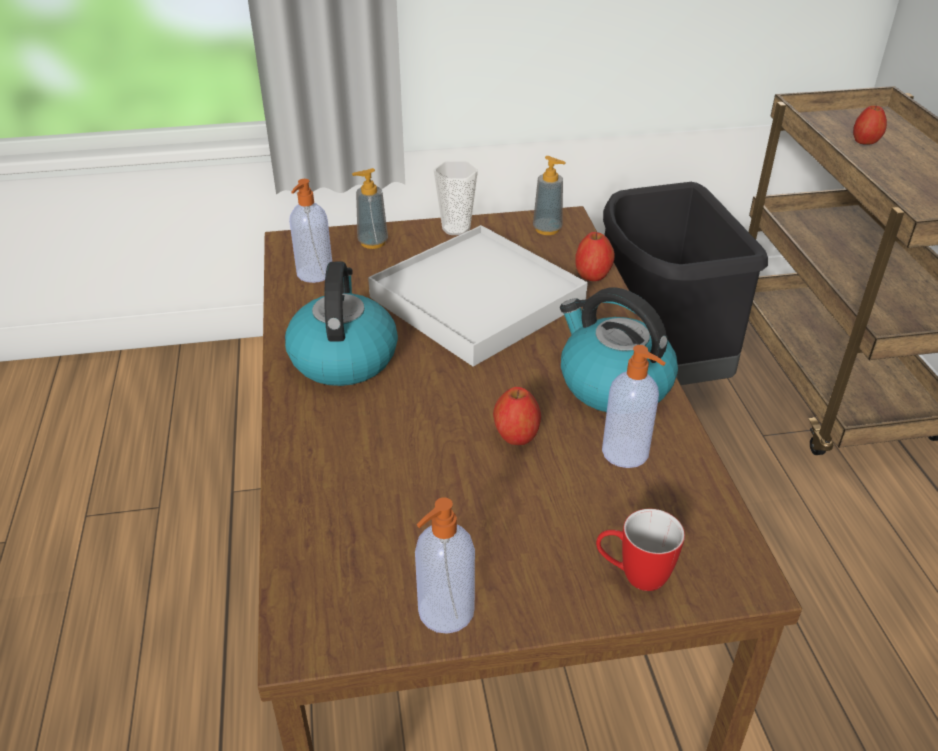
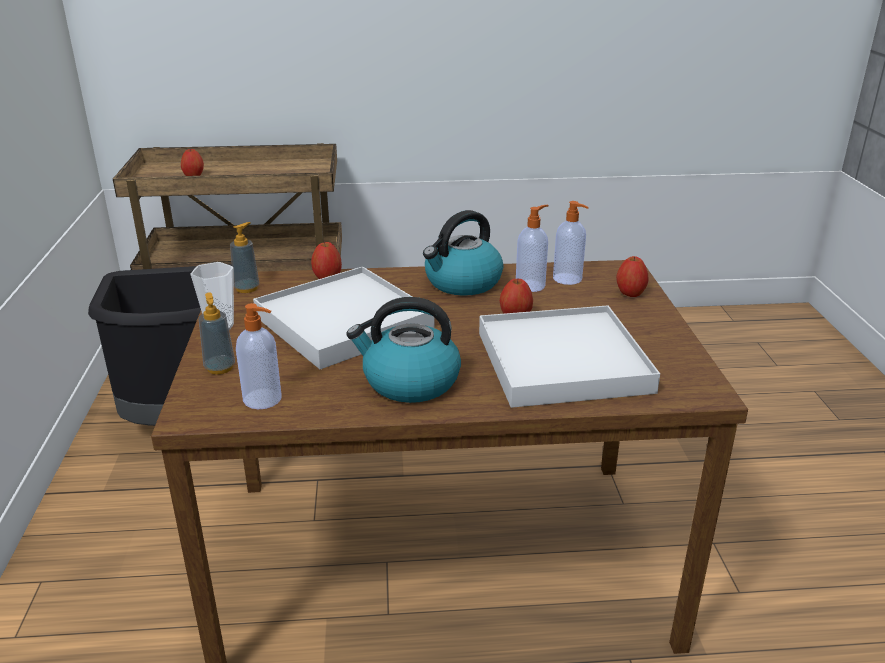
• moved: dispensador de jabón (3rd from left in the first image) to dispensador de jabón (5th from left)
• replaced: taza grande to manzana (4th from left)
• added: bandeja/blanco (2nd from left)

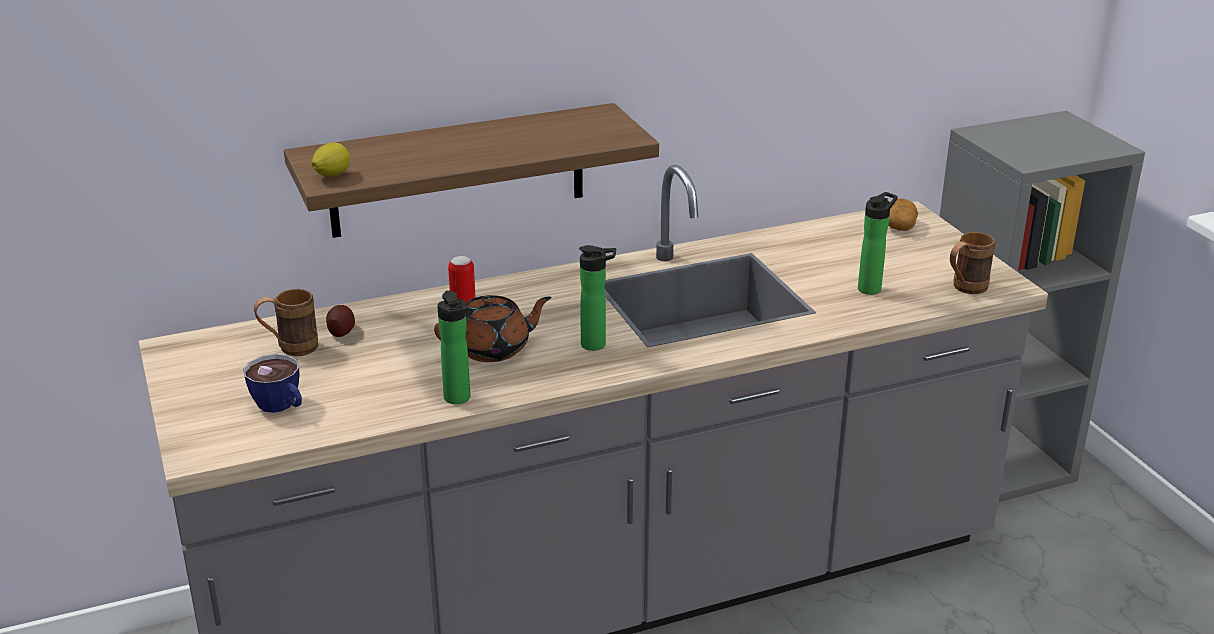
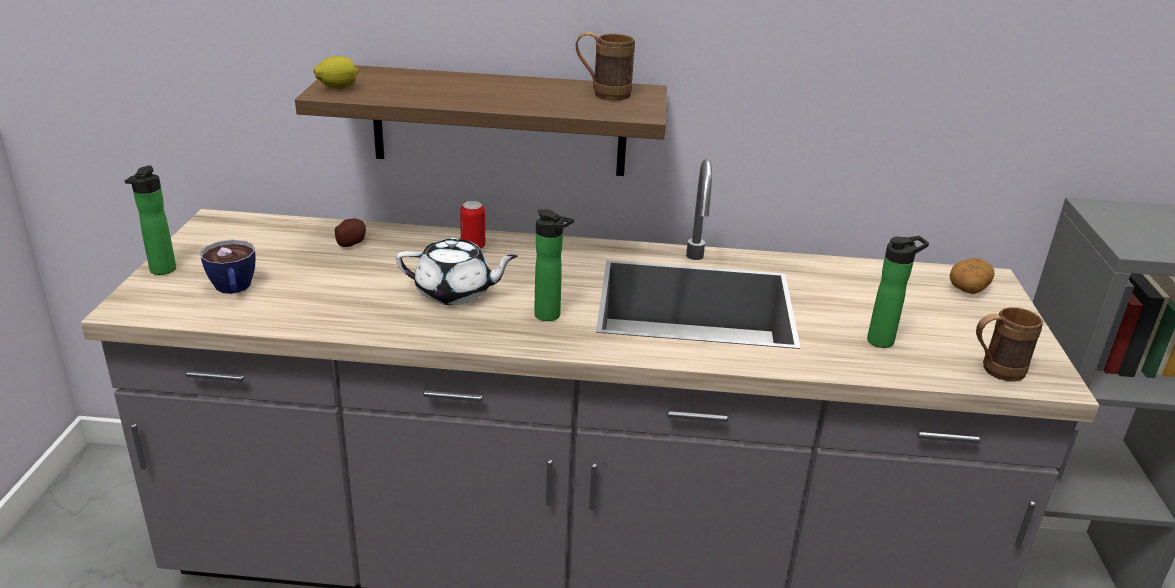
• moved: taza grande/marrón (1st from left)
• recoloured: tetera/marrón to tetera/blanco
• moved: botella (1st from left)

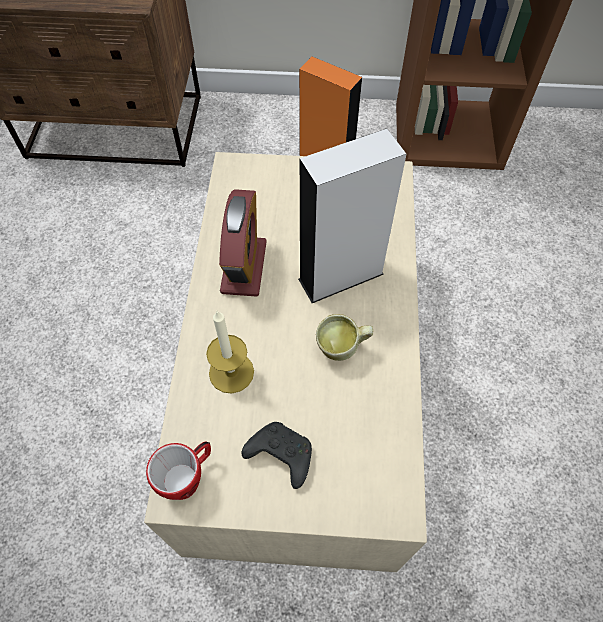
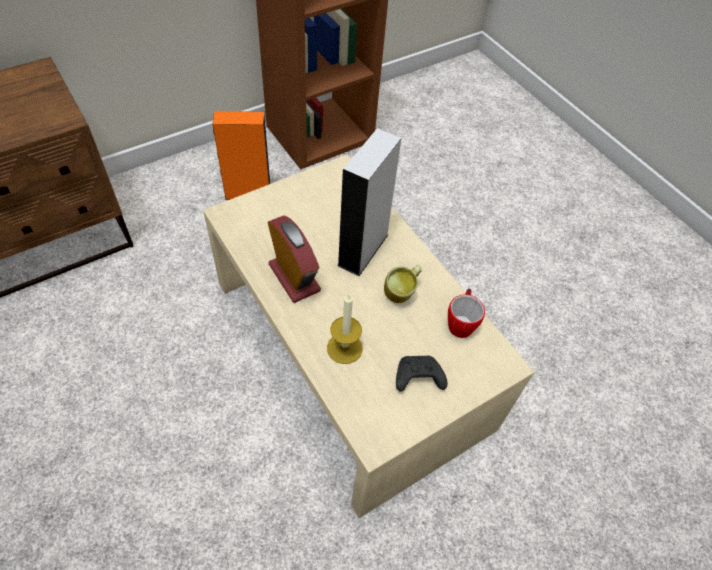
• moved: taza grande (1st from left in the first image) to taza grande (2nd from left)

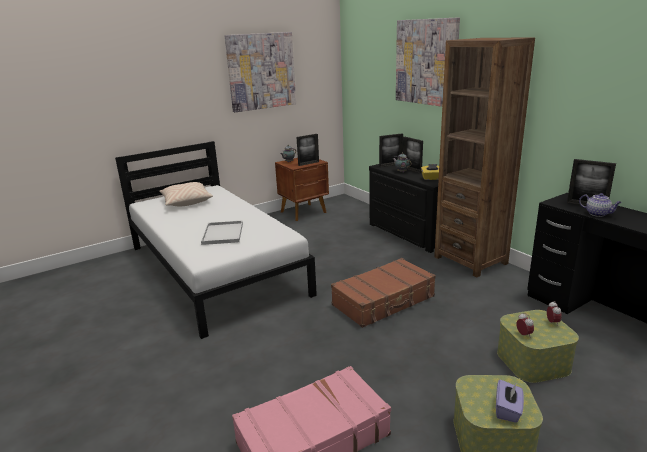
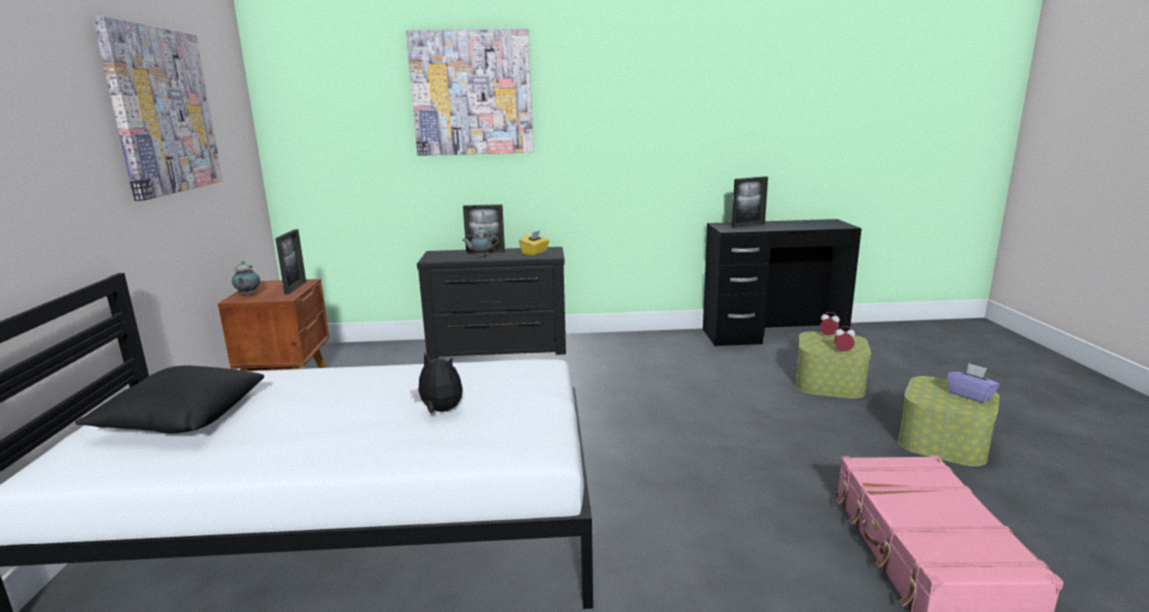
• recoloured: cojín/beis to cojín/negro
• replaced: bandeja/blanco to peluche
• removed: maleta/marrón
• removed: portarretratos (2nd from left)
• removed: estantería/marrón
• removed: tetera (3rd from left)

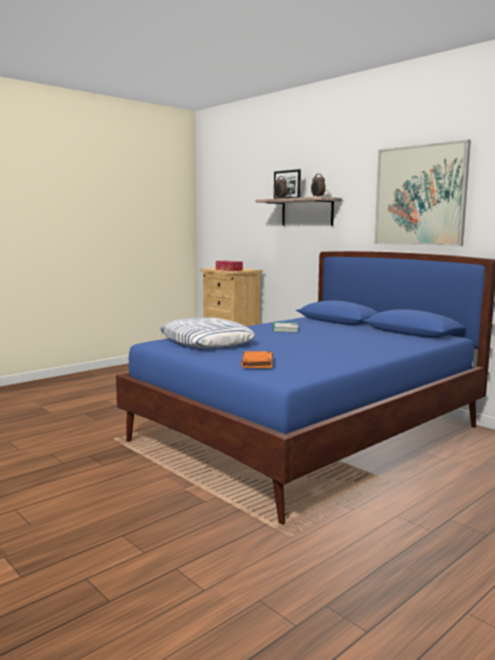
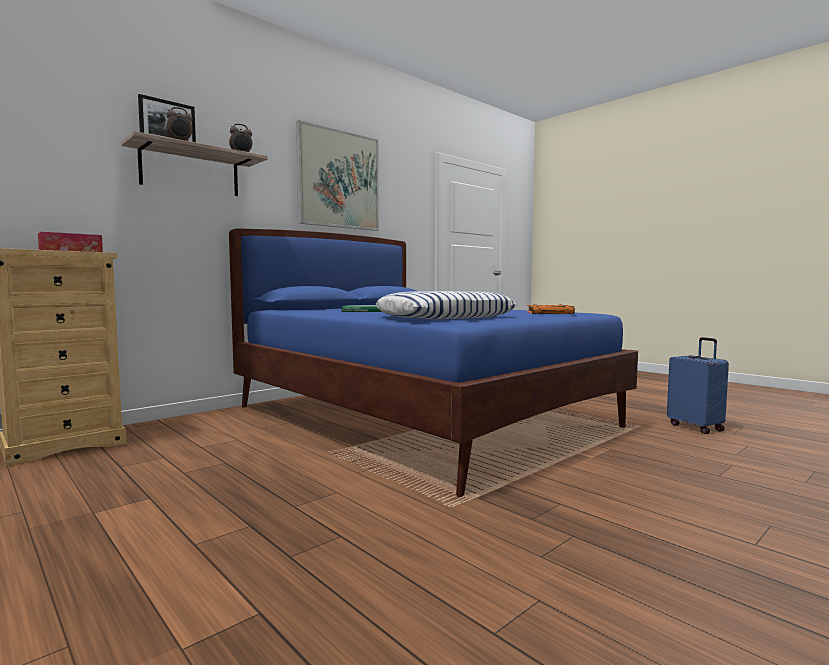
• added: maleta/azul

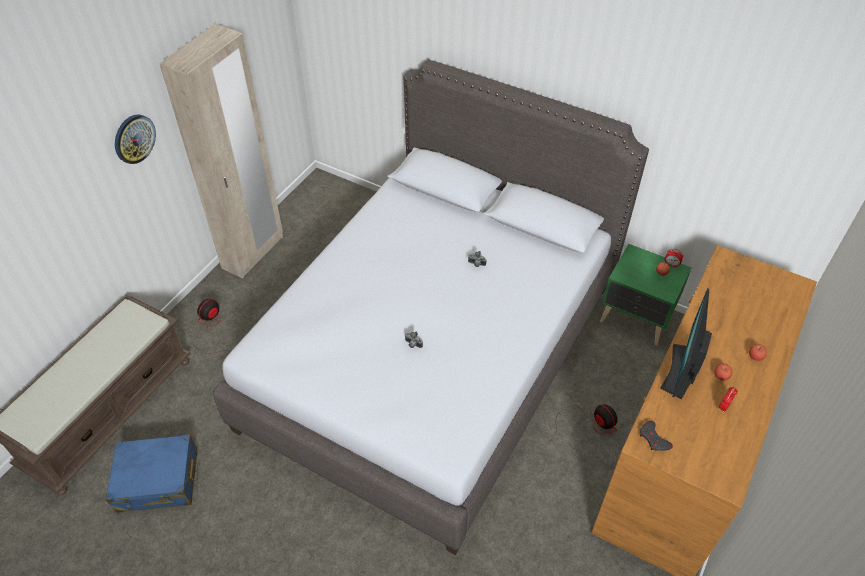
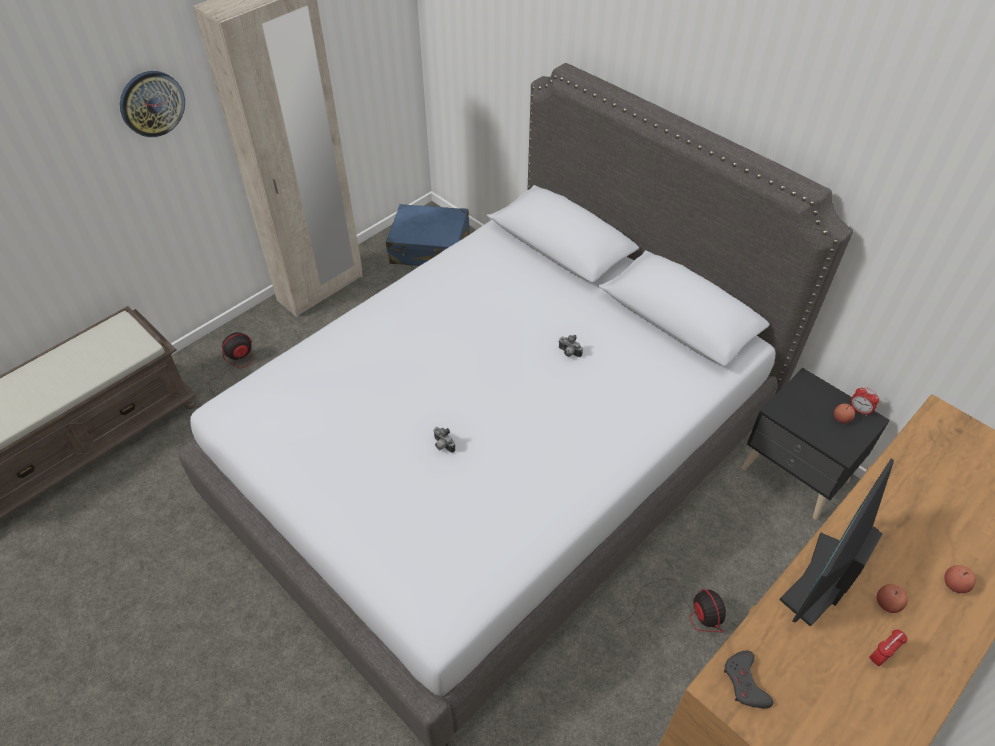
• moved: maleta/azul
• recoloured: mesita de noche/verde to mesita de noche/negro

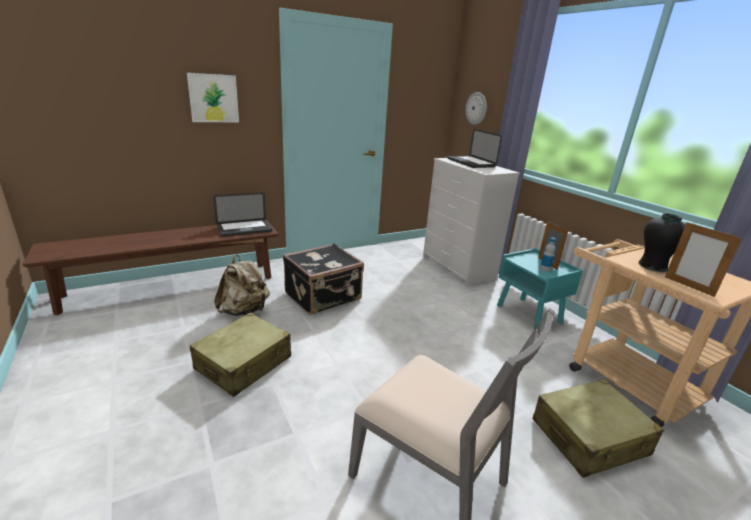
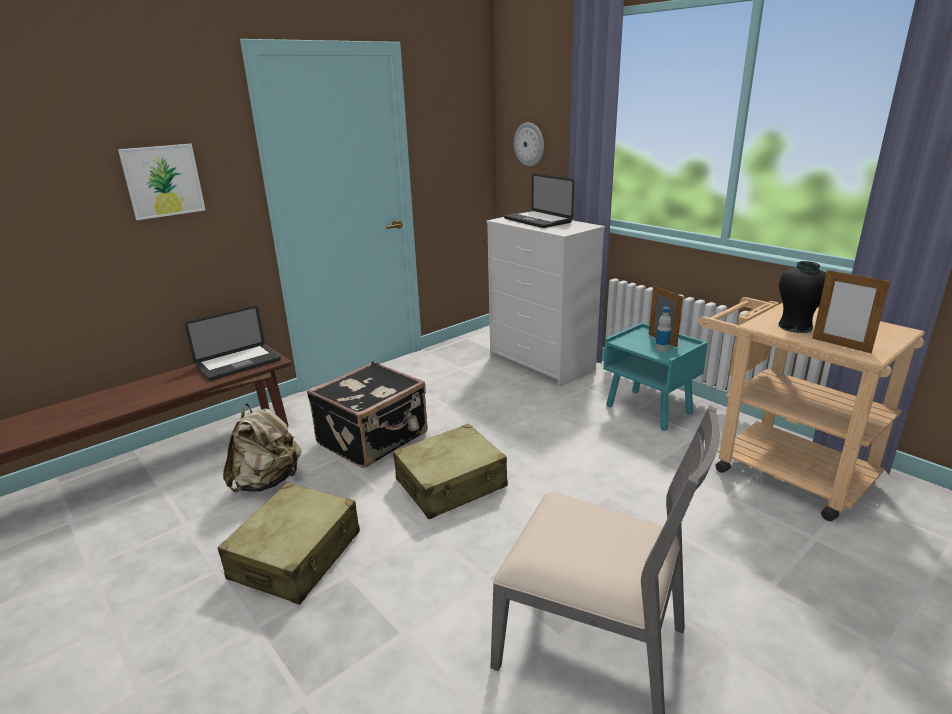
• moved: maleta/beis (2nd from left)

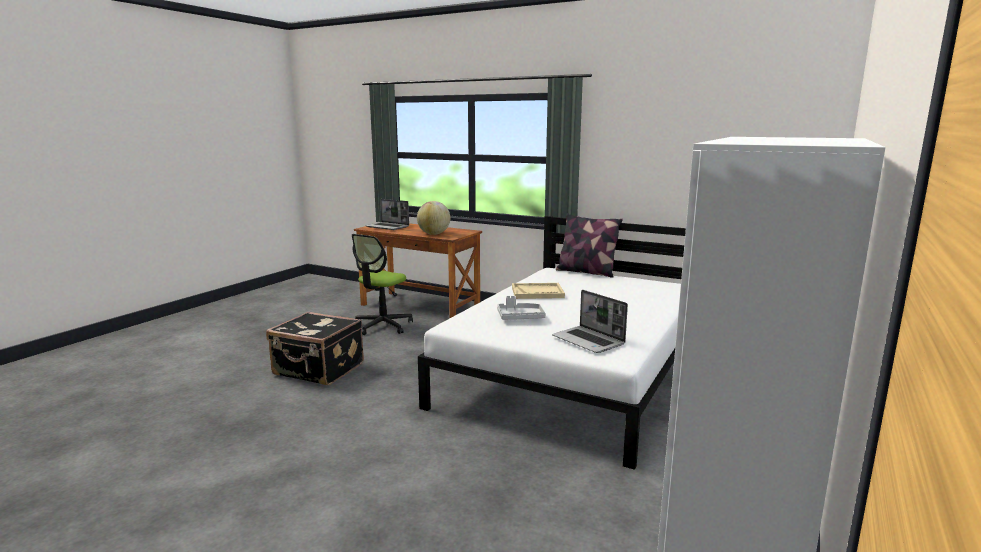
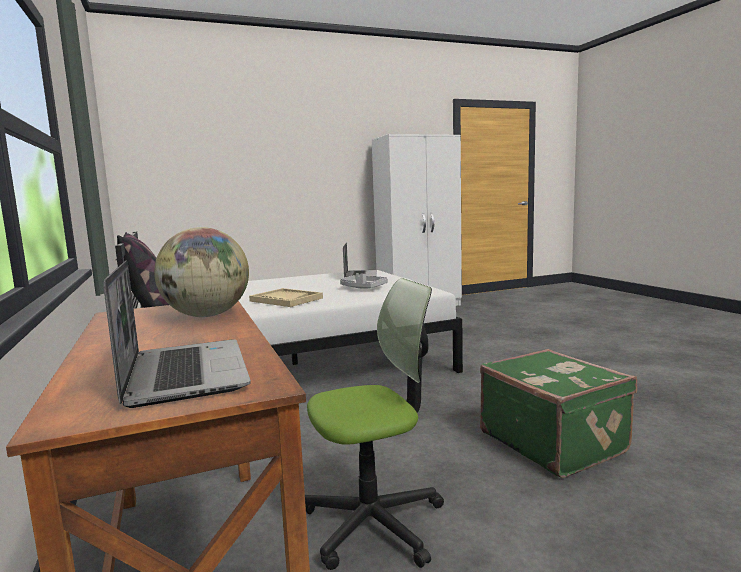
• recoloured: maleta/negro to maleta/verde

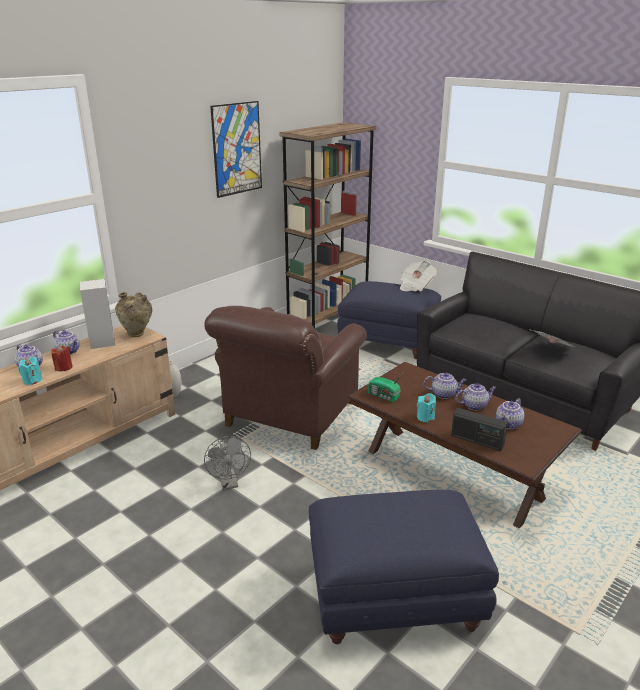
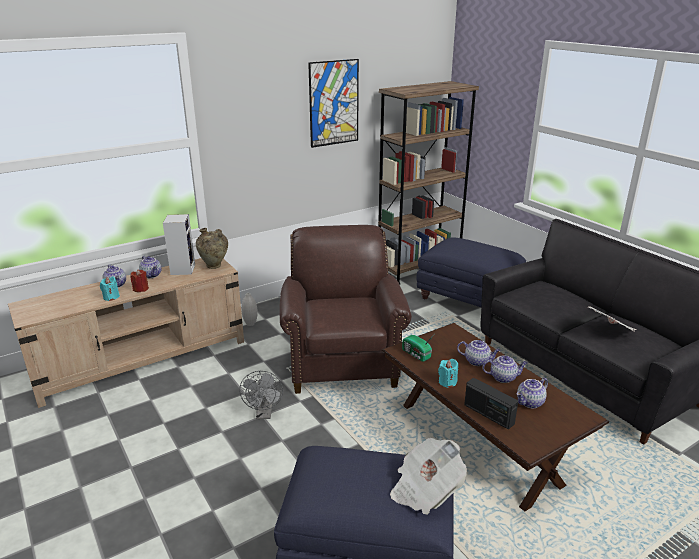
• turned: sillón/marrón 135 degrees clockwise
• moved: periódico (1st from left)

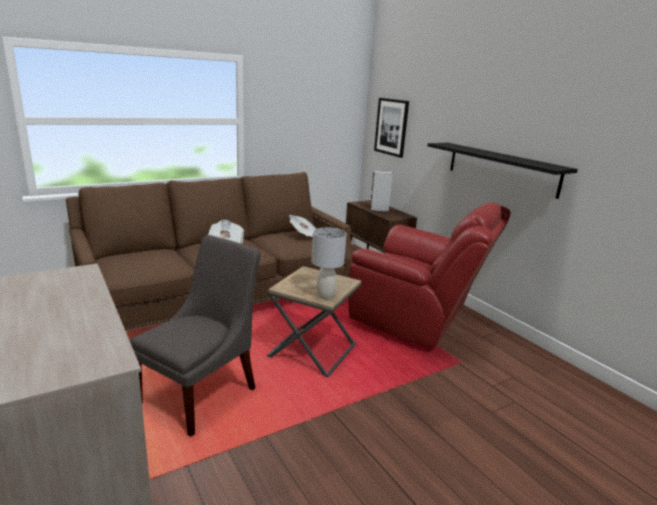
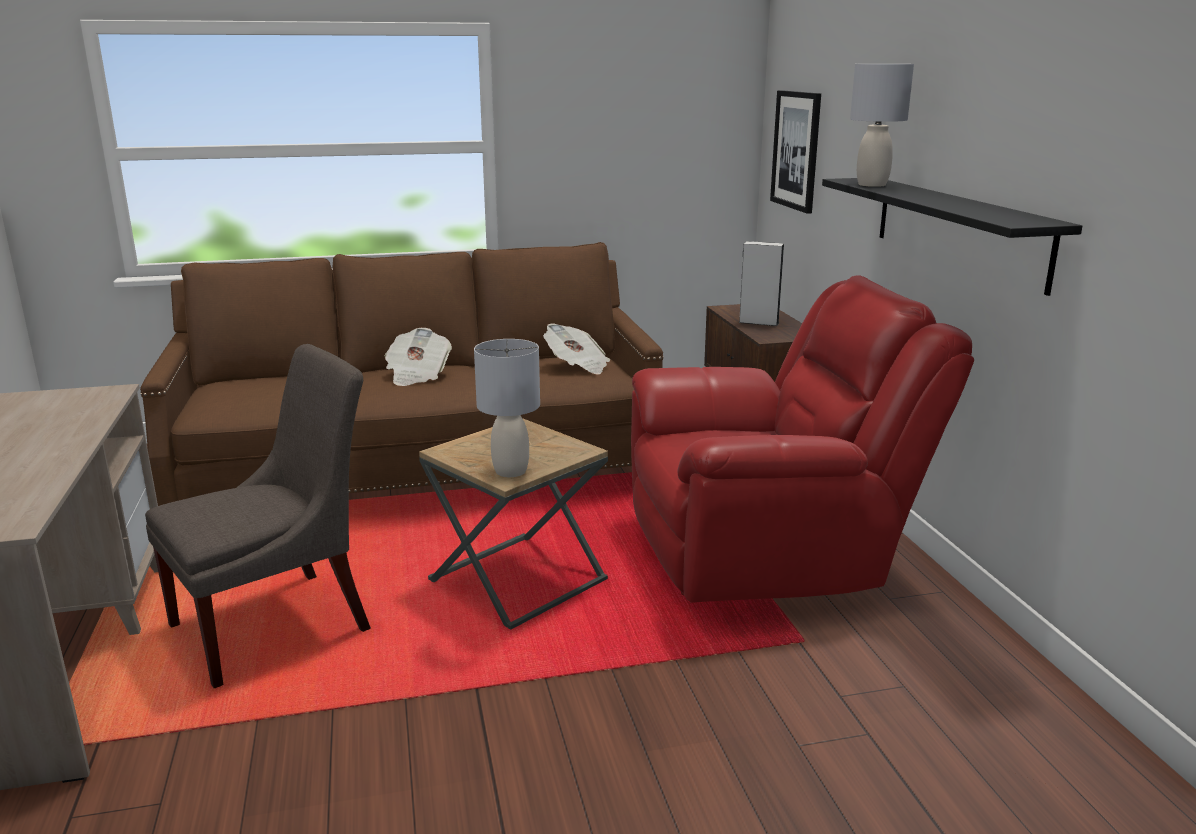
• turned: sillón/rojo 60 degrees counterclockwise
• added: lámpara de mesa/gris (2nd from left)

